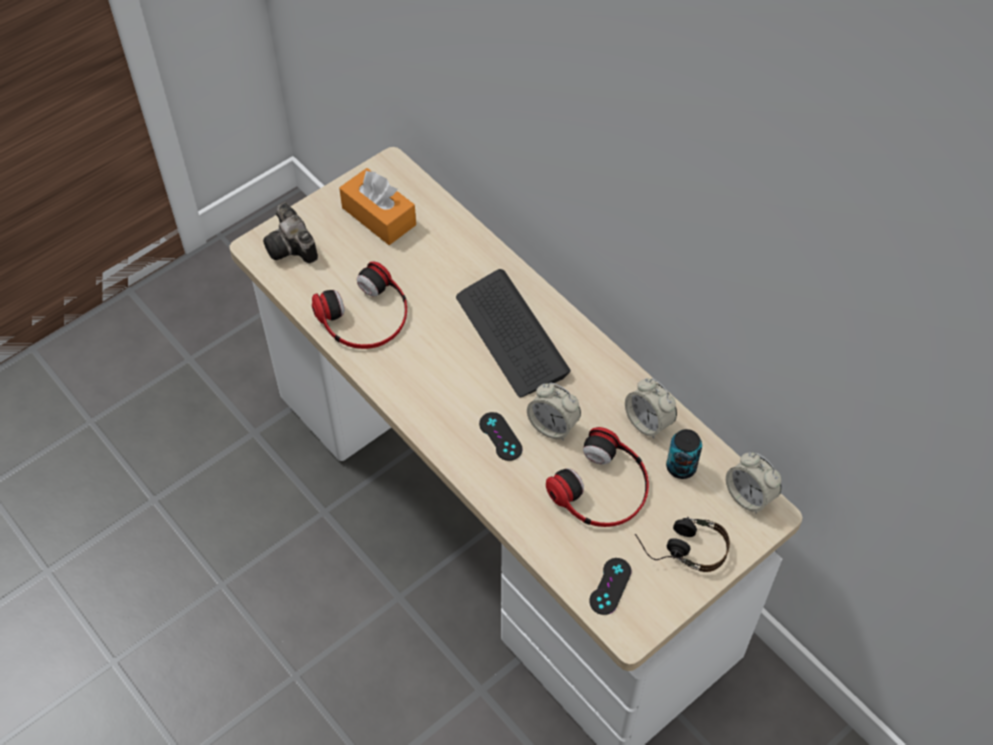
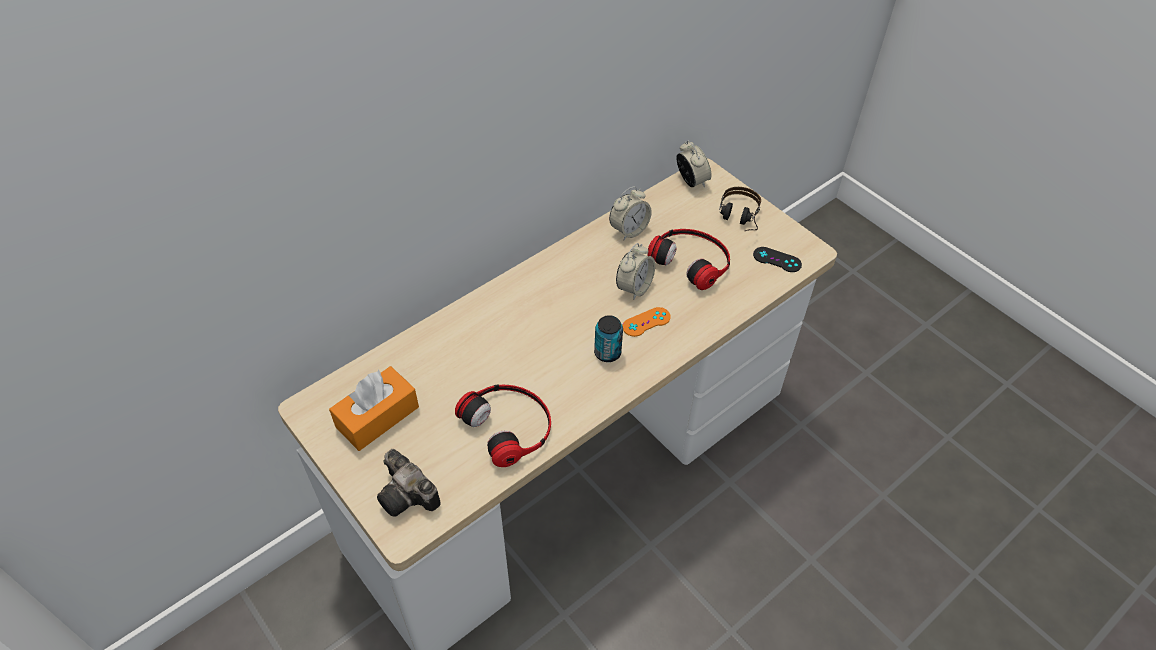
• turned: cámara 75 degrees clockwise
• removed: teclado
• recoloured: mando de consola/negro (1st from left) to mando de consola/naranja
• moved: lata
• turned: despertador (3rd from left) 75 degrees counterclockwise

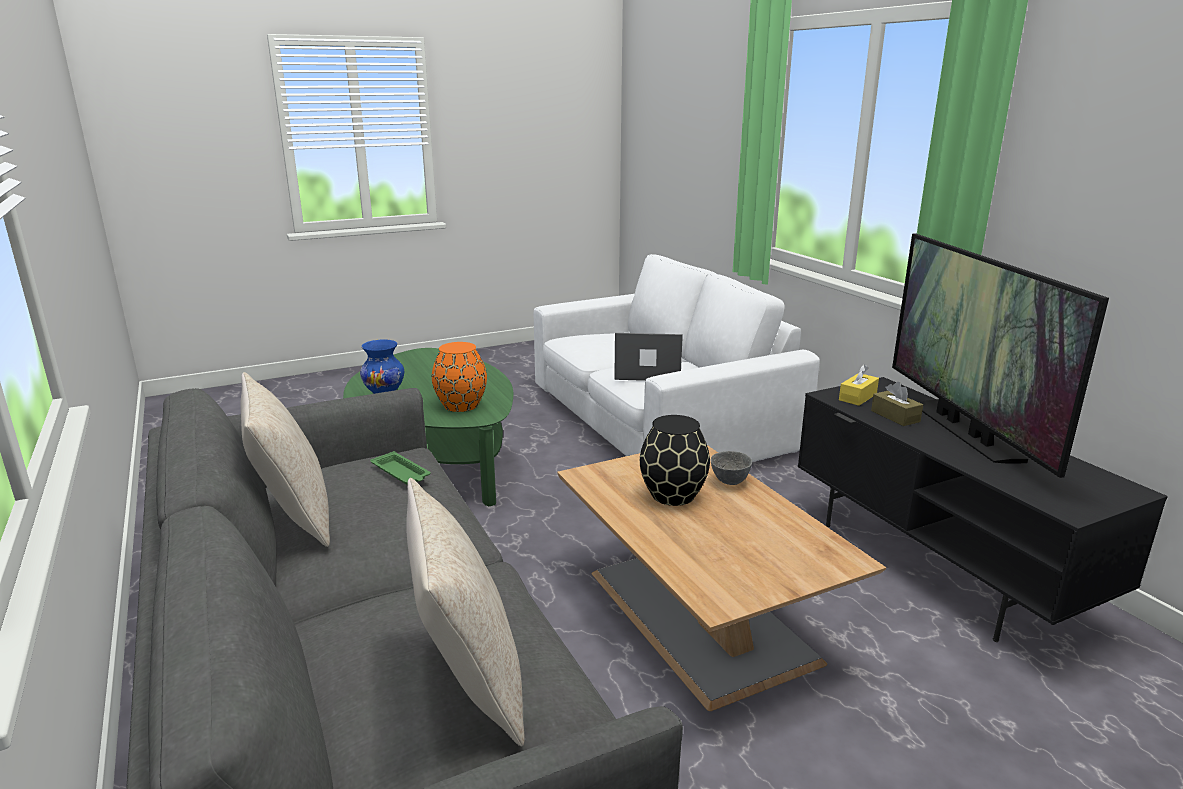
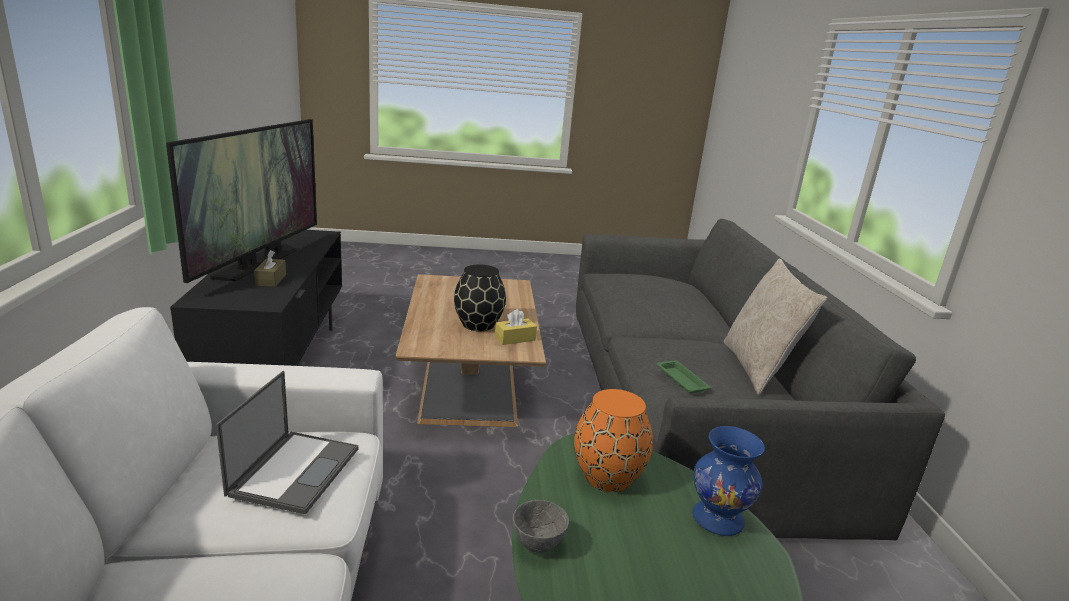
• removed: cojín/beis (2nd from left)
• turned: portátil 105 degrees counterclockwise
• moved: cuenco/gris
• moved: caja de pañuelos/amarillo

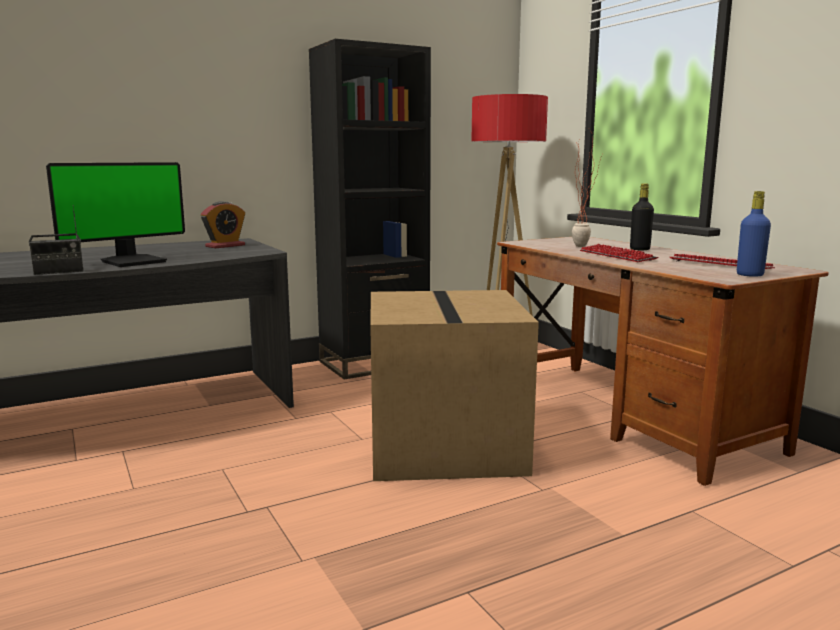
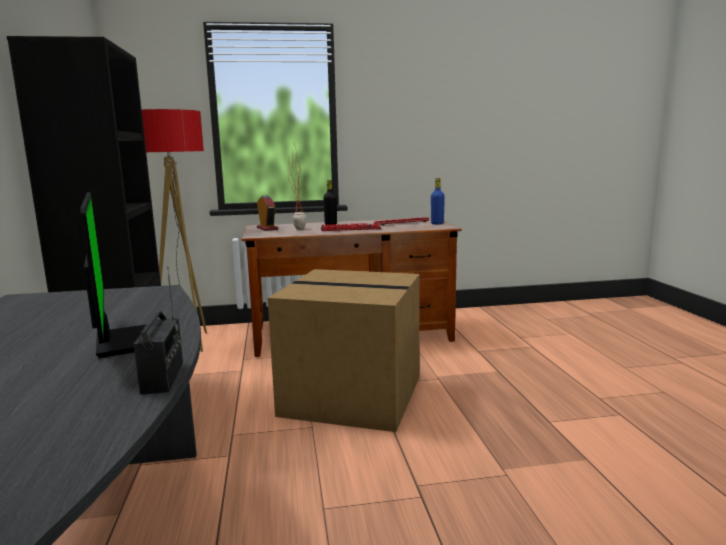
• moved: despertador

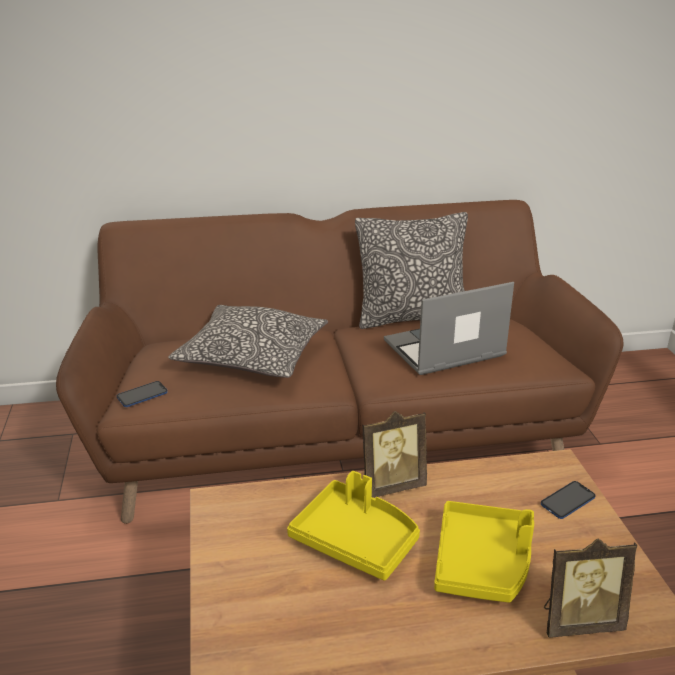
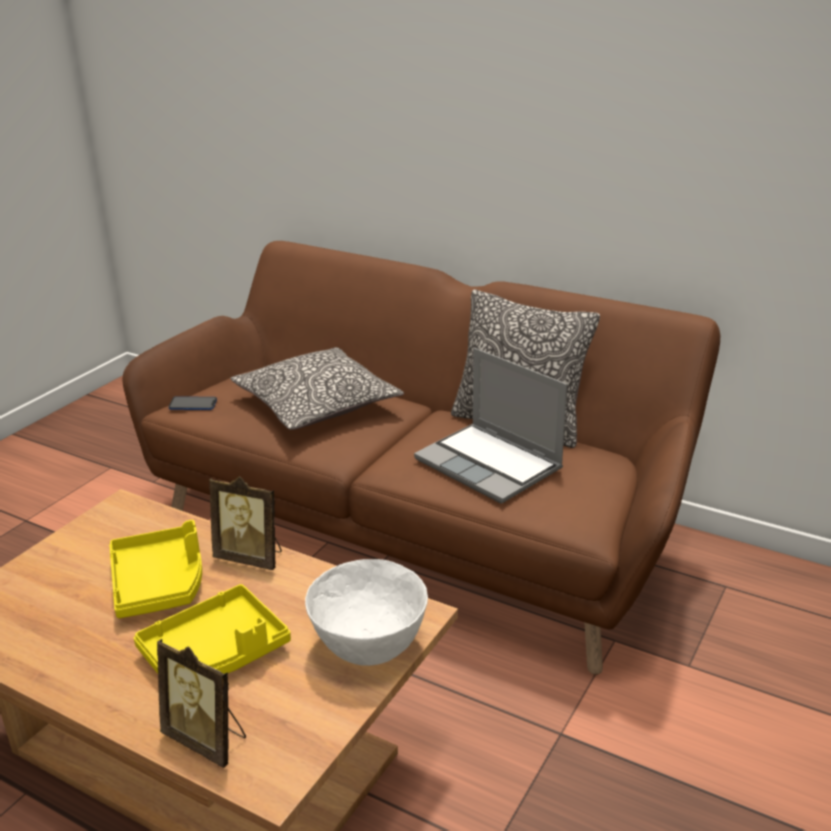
• turned: portátil 150 degrees counterclockwise
• replaced: móvil (2nd from left) to cuenco/blanco

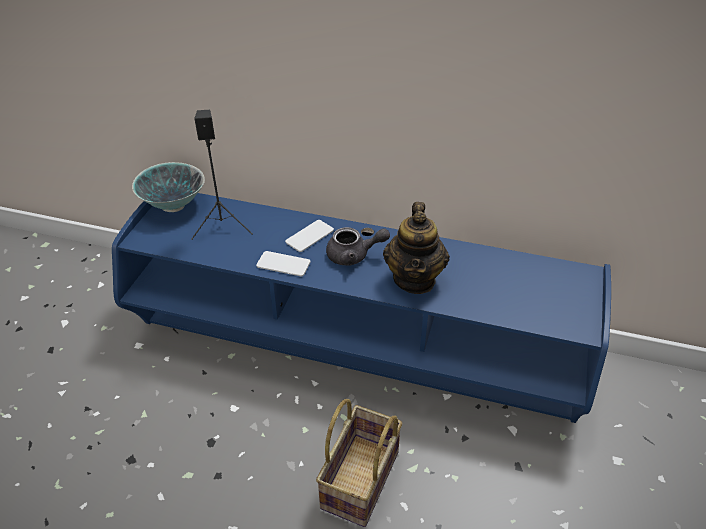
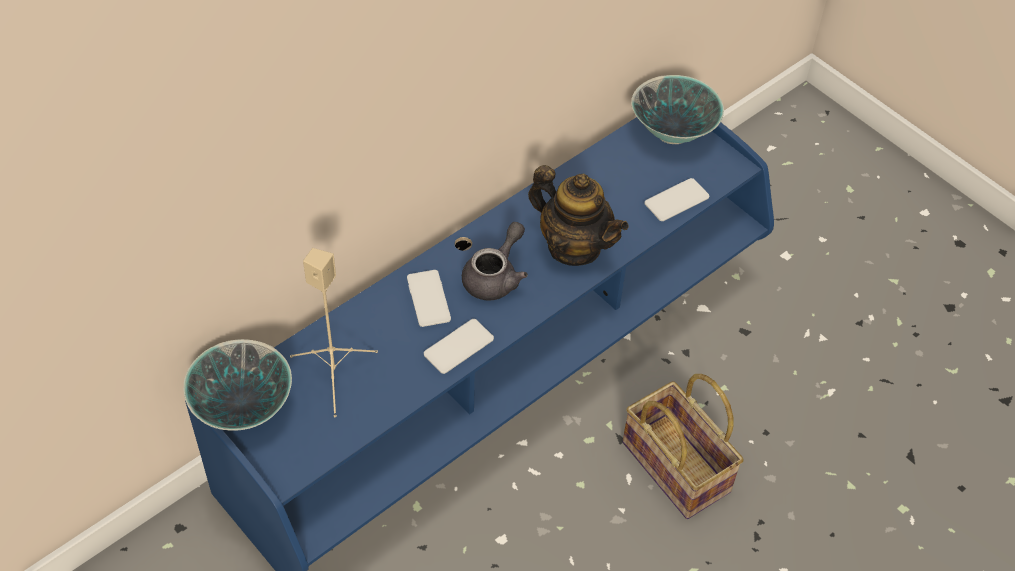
• recoloured: altavoz/negro to altavoz/beis
• added: cuenco (2nd from left)
• added: móvil (3rd from left)

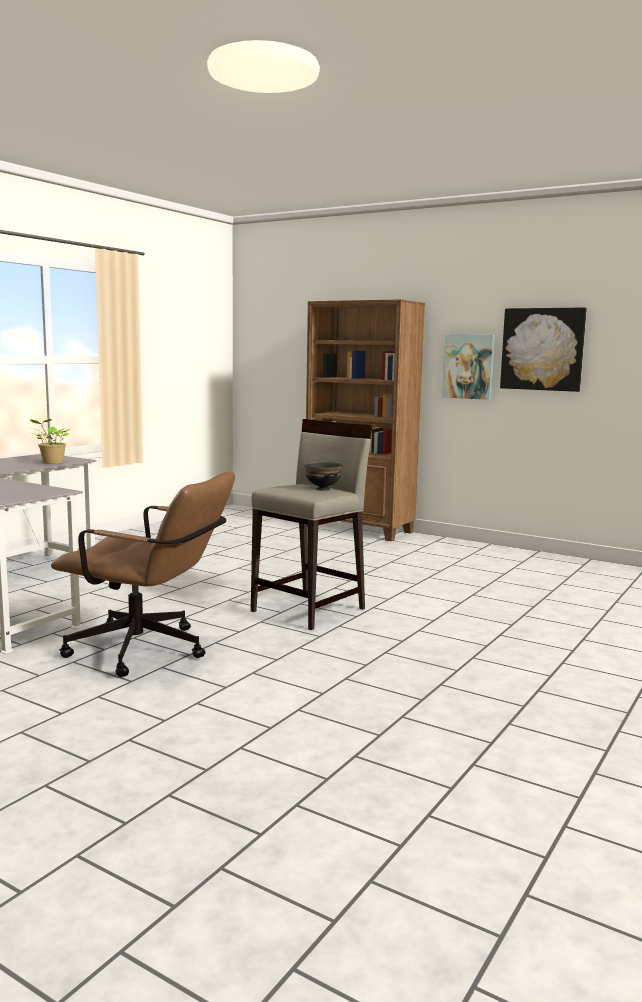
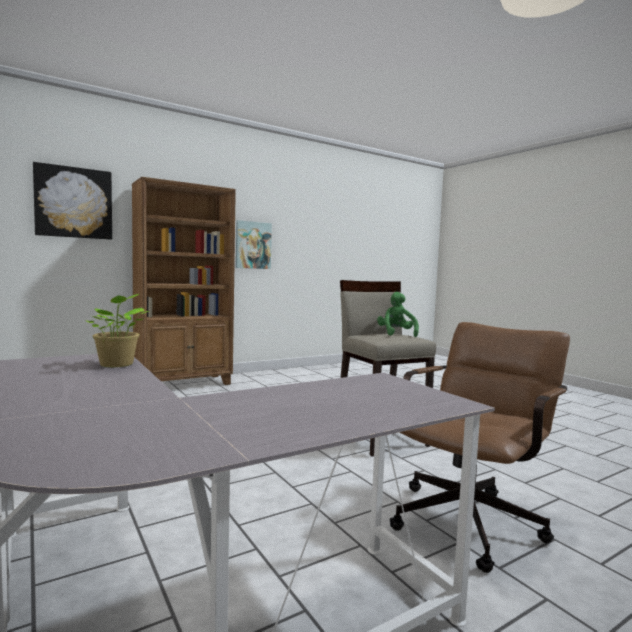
• replaced: cuenco/negro to peluche/verde
• moved: cuadro (2nd from left in the first image) to cuadro (1st from left)

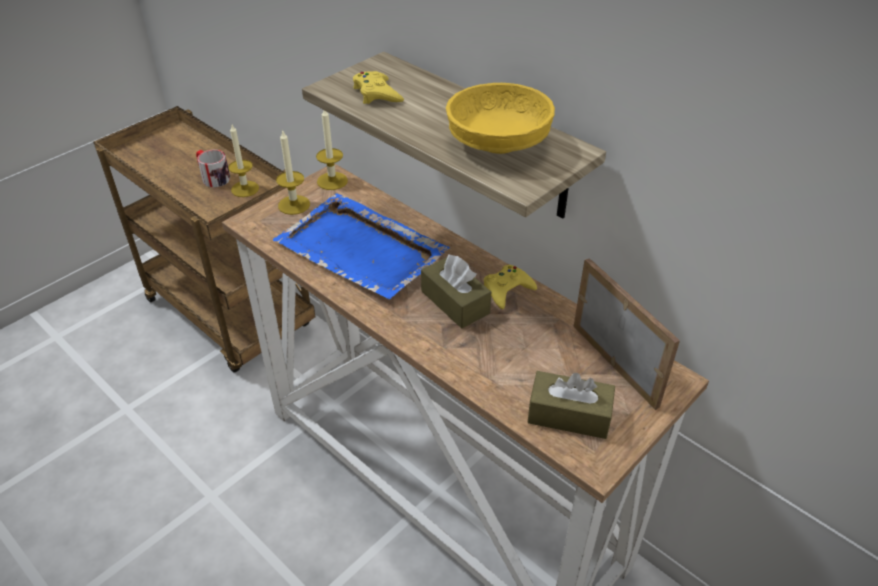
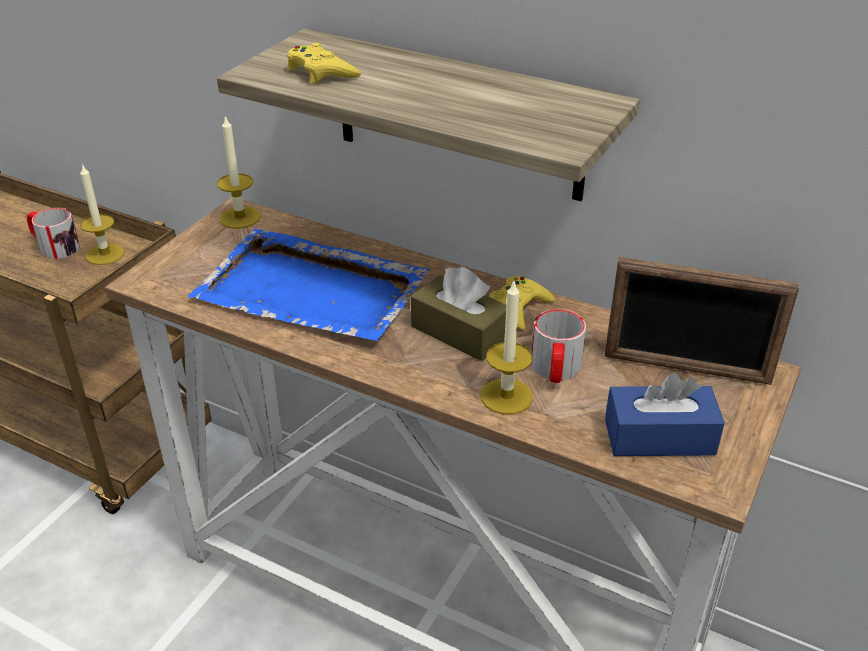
• moved: vela (2nd from left in the first image) to vela (3rd from left)
• removed: cuenco/amarillo
• recoloured: caja de pañuelos/marrón (2nd from left) to caja de pañuelos/azul
• turned: portarretratos 150 degrees clockwise
• added: taza grande (2nd from left)

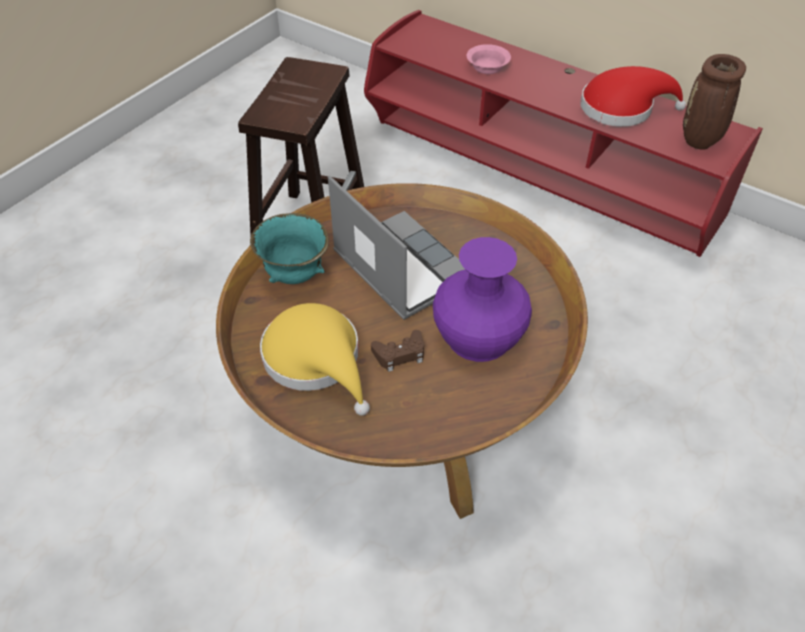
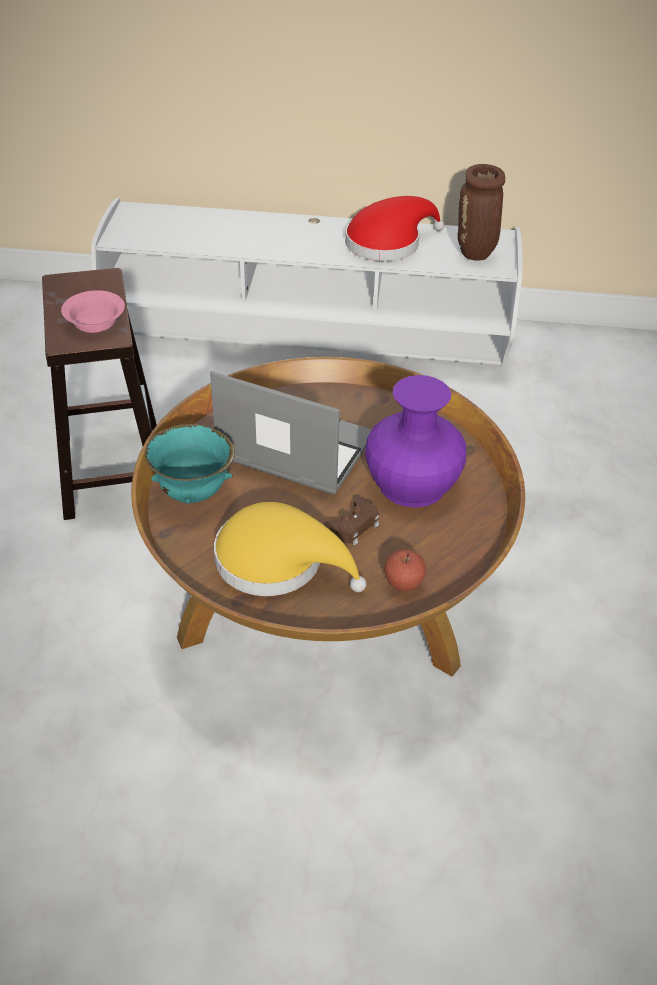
• recoloured: mueble de televisión/rojo to mueble de televisión/blanco
• moved: cuenco/rosa
• added: manzana

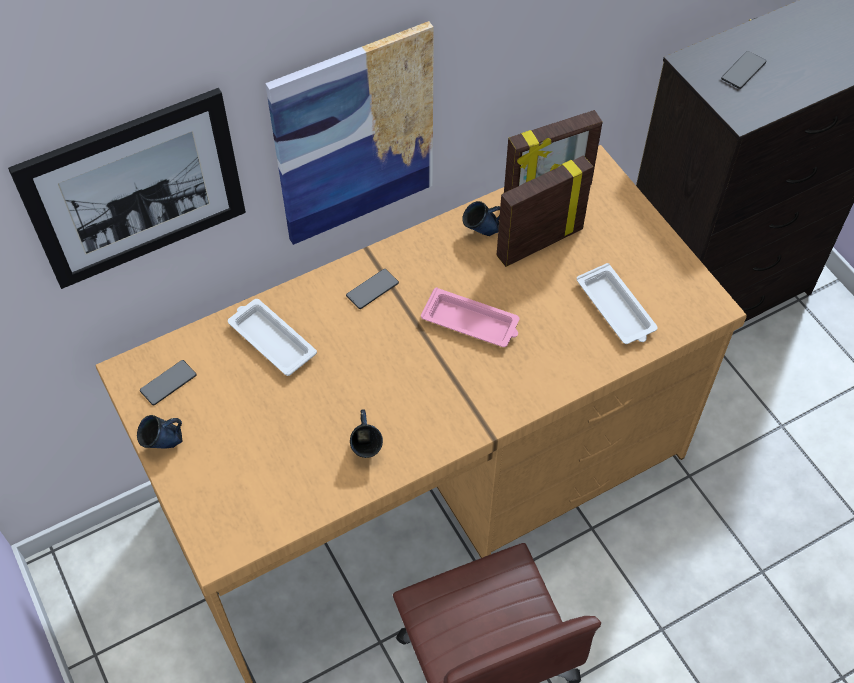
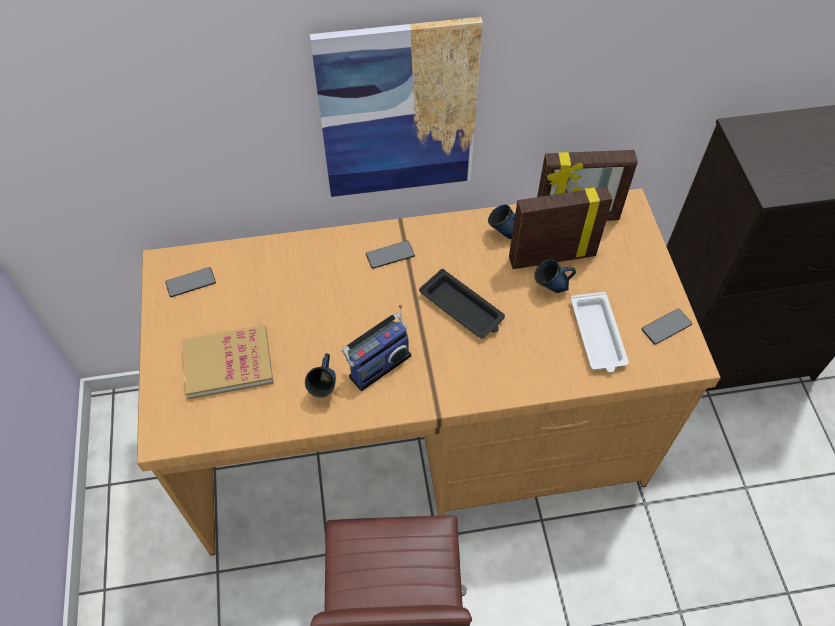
• removed: cuadro (1st from left)
• moved: taza grande/azul (1st from left in the first image) to taza grande/azul (3rd from left)
• removed: bandeja/blanco (1st from left)
• recoloured: bandeja/rosa to bandeja/negro
• moved: móvil (3rd from left)
• added: libro
• added: radio

